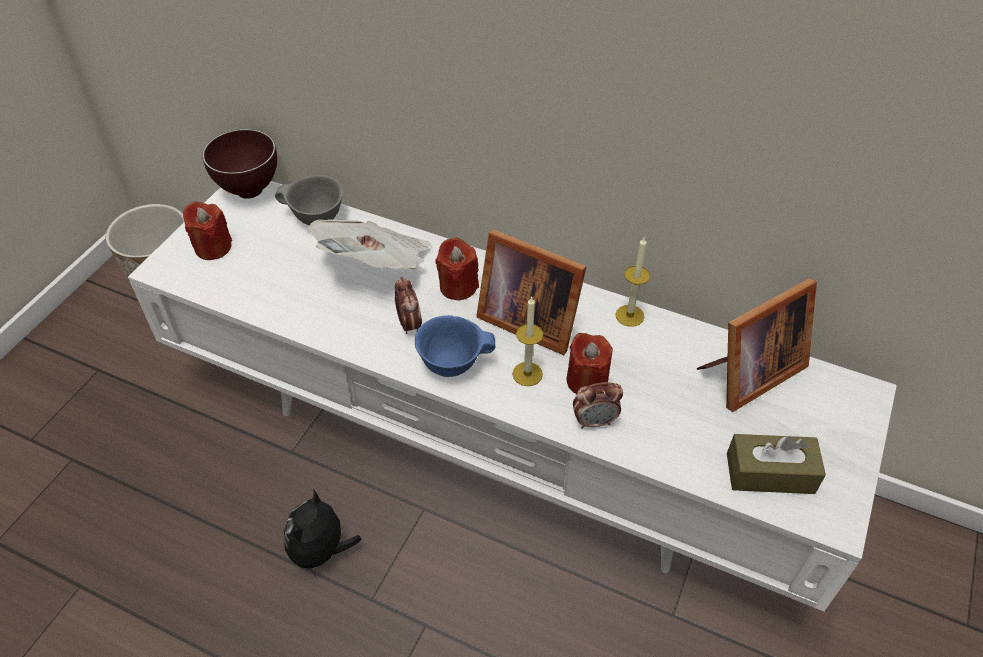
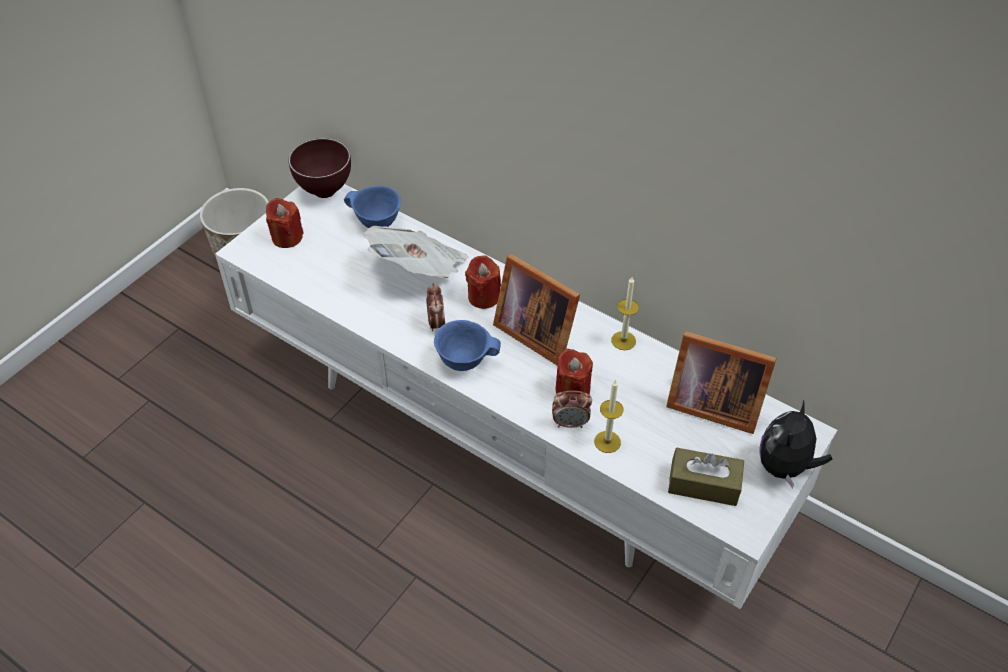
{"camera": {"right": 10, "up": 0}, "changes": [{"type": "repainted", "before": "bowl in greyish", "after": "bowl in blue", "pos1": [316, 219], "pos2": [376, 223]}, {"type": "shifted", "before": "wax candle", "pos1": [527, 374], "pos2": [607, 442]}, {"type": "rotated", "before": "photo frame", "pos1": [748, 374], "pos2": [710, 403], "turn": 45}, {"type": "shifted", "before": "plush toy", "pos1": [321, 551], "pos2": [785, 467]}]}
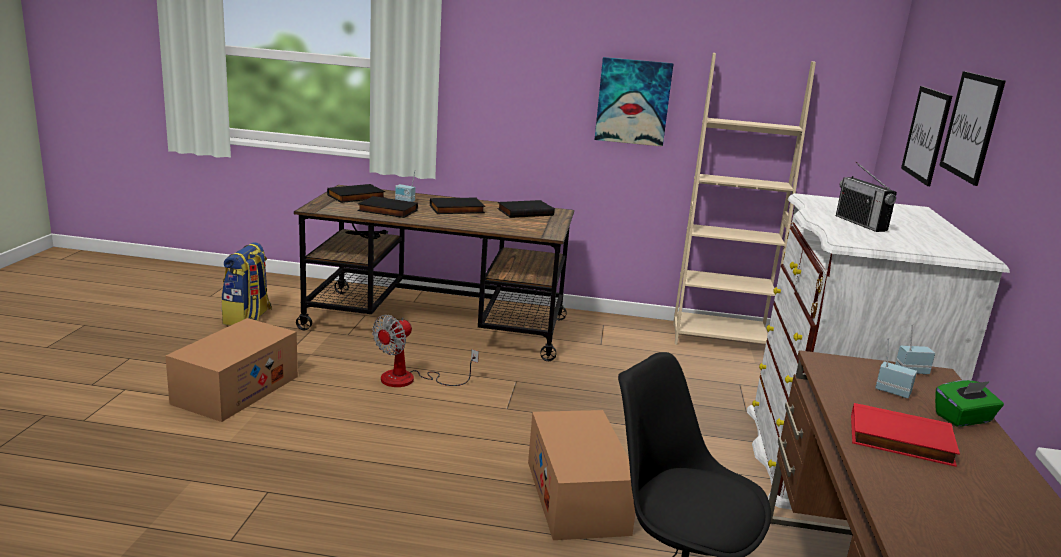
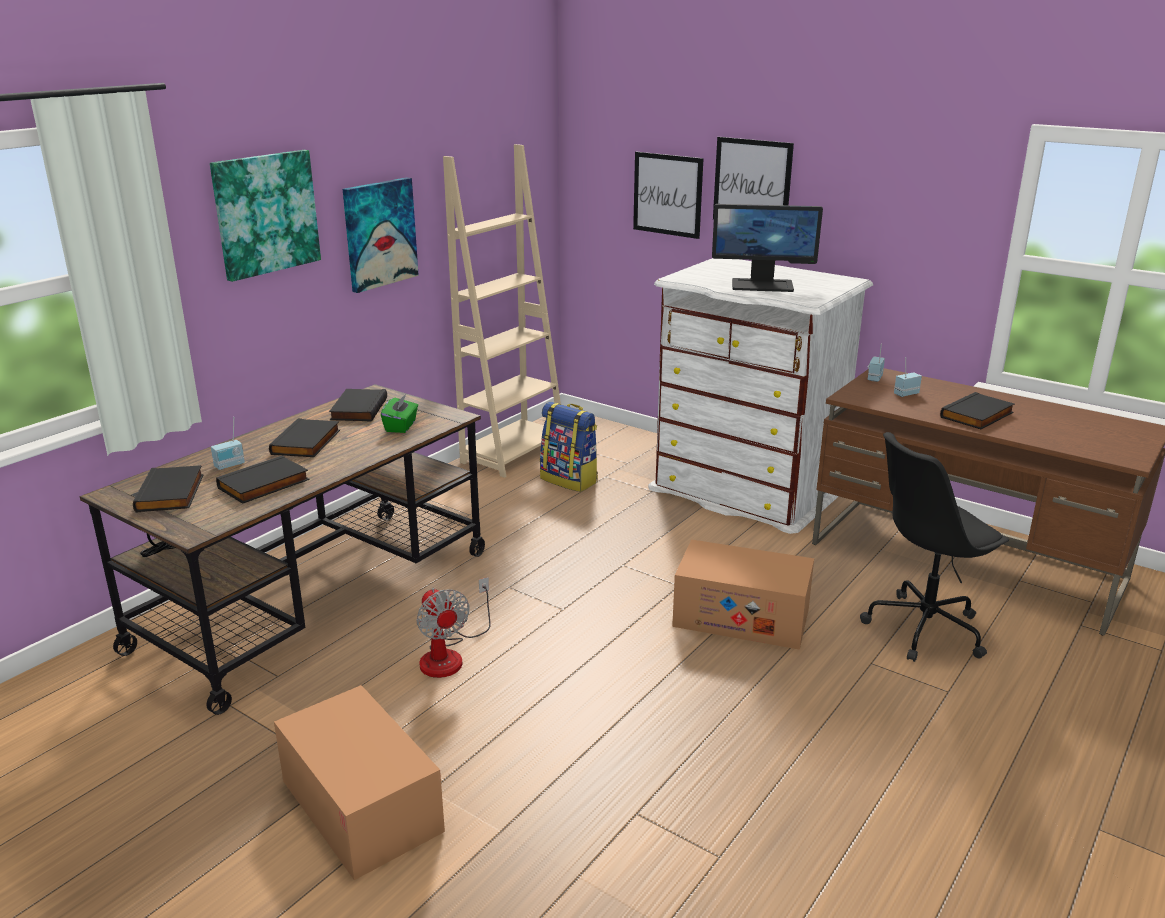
{"camera": {"right": -60, "up": 5}, "changes": [{"type": "new", "after": "wall art", "pos2": [265, 213]}, {"type": "shifted", "before": "tissue holder in green", "pos1": [963, 418], "pos2": [401, 426]}, {"type": "shifted", "before": "backpack", "pos1": [248, 318], "pos2": [570, 480]}, {"type": "swapped", "before": "radio set", "after": "computer screen", "pos1": [861, 223], "pos2": [762, 285]}, {"type": "repainted", "before": "bound book in red", "after": "bound book in blackish", "pos1": [900, 441], "pos2": [978, 416]}]}
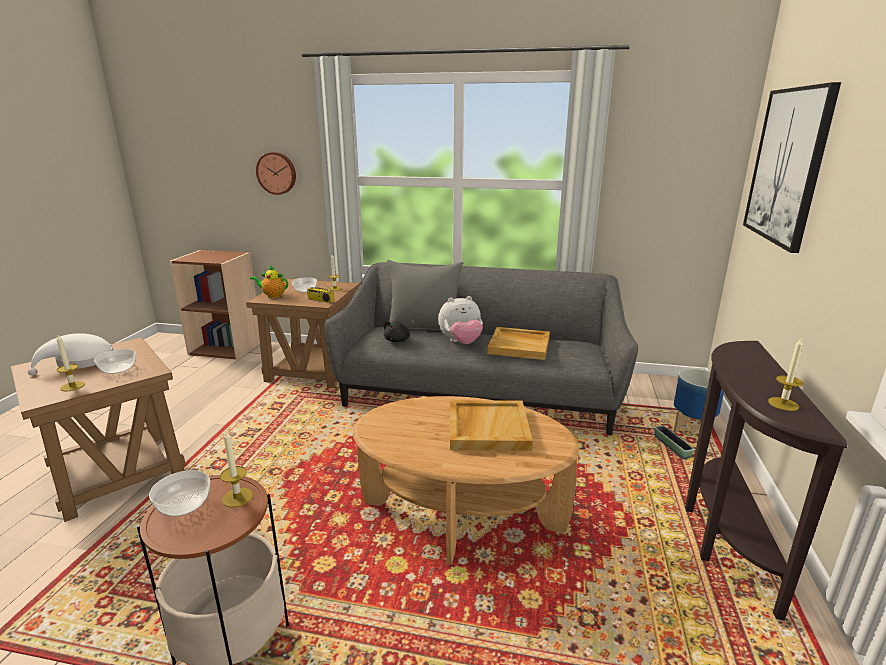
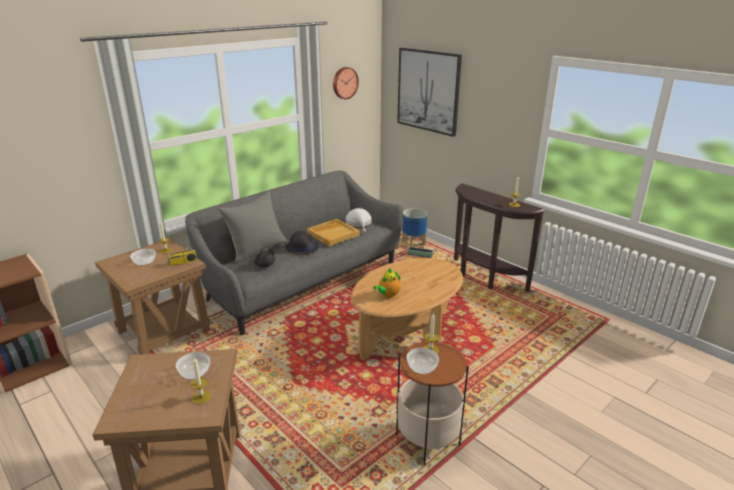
{"camera": {"right": -55, "up": 5}, "changes": [{"type": "swapped", "before": "plush toy", "after": "wearable hat in blackish", "pos1": [461, 342], "pos2": [302, 247]}, {"type": "shifted", "before": "clock on the wall", "pos1": [277, 173], "pos2": [344, 83]}, {"type": "shifted", "before": "wearable hat in white-coloured", "pos1": [81, 362], "pos2": [359, 223]}, {"type": "shifted", "before": "tea pot", "pos1": [272, 296], "pos2": [388, 295]}, {"type": "gone", "before": "serving tray in beige", "pos1": [487, 428]}]}
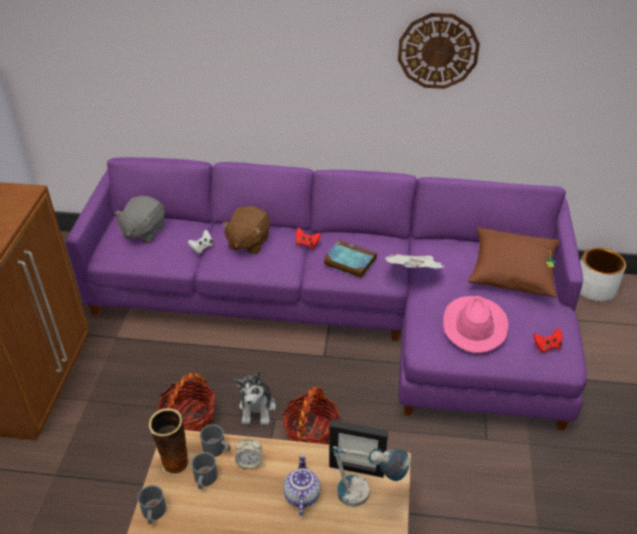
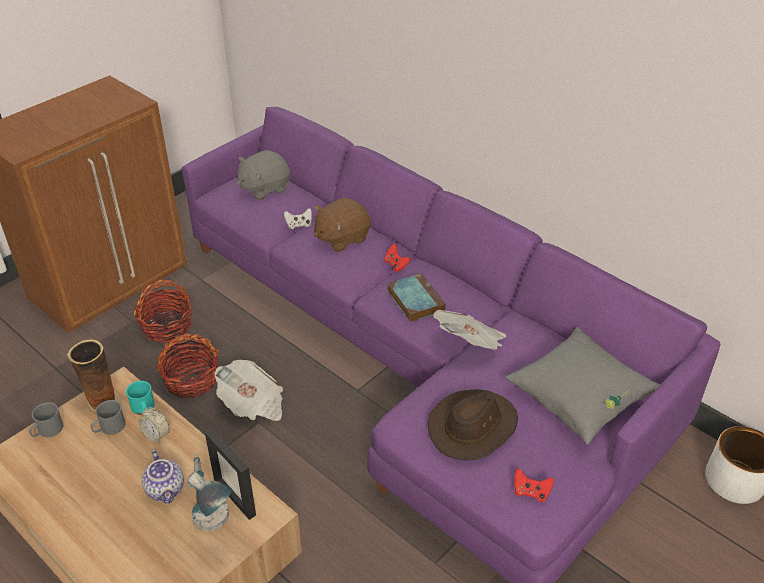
{"camera": {"right": 35, "up": 0}, "changes": [{"type": "repainted", "before": "mug in greyish", "after": "mug in turquoise-coloured", "pos1": [217, 449], "pos2": [144, 409]}, {"type": "shifted", "before": "storage basket", "pos1": [311, 432], "pos2": [167, 326]}, {"type": "rotated", "before": "tea pot", "pos1": [301, 495], "pos2": [166, 489], "turn": 120}, {"type": "swapped", "before": "plush toy", "after": "daily paper", "pos1": [257, 408], "pos2": [253, 404]}, {"type": "repainted", "before": "wearable hat in pinkish", "after": "wearable hat in brownish", "pos1": [474, 325], "pos2": [473, 426]}, {"type": "repainted", "before": "pillow in brownish", "after": "pillow in greyish", "pos1": [512, 273], "pos2": [578, 397]}, {"type": "gone", "before": "clock on the wall", "pos1": [438, 51]}]}
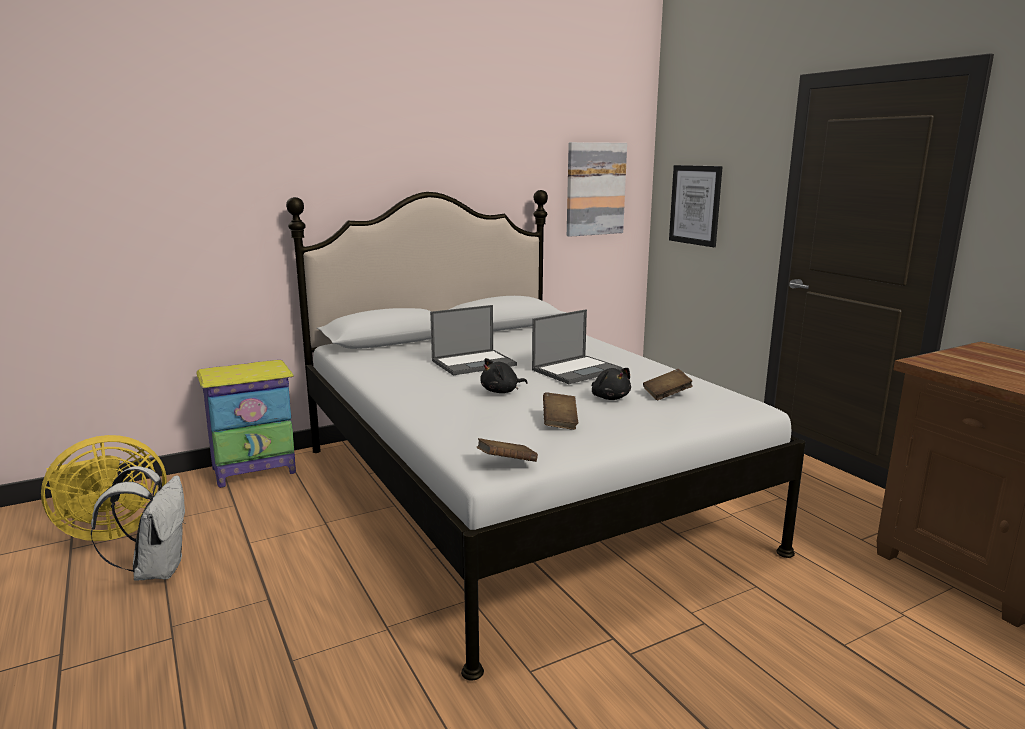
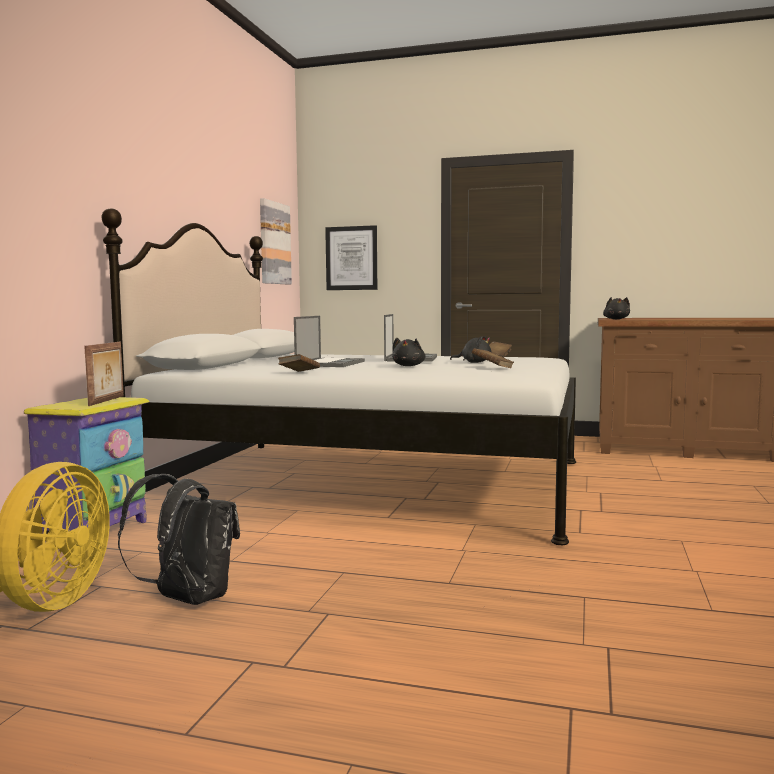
{"camera": {"right": -45, "up": -10}, "changes": [{"type": "new", "after": "photo frame", "pos2": [108, 400]}, {"type": "repainted", "before": "backpack in white-coloured", "after": "backpack in blackish", "pos1": [156, 569], "pos2": [187, 599]}, {"type": "shifted", "before": "bound book in brownish", "pos1": [506, 463], "pos2": [299, 373]}, {"type": "new", "after": "plush toy in blackish", "pos2": [616, 319]}]}
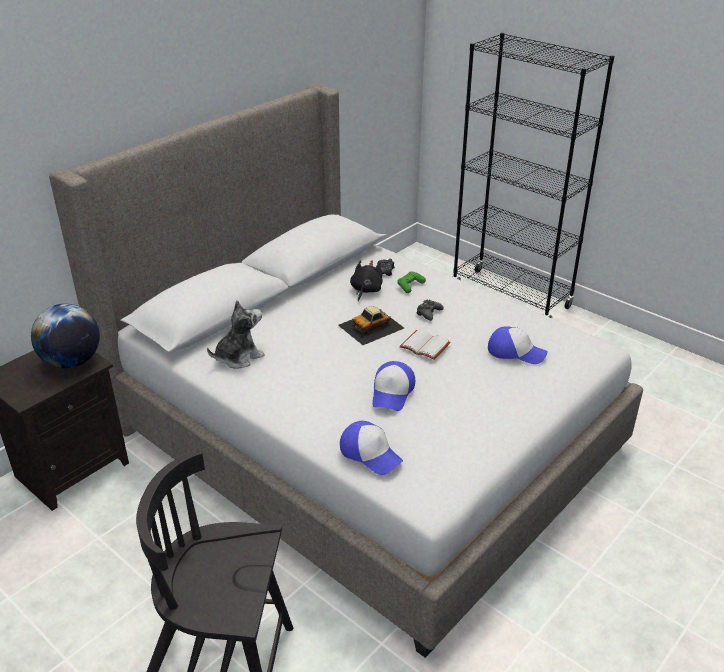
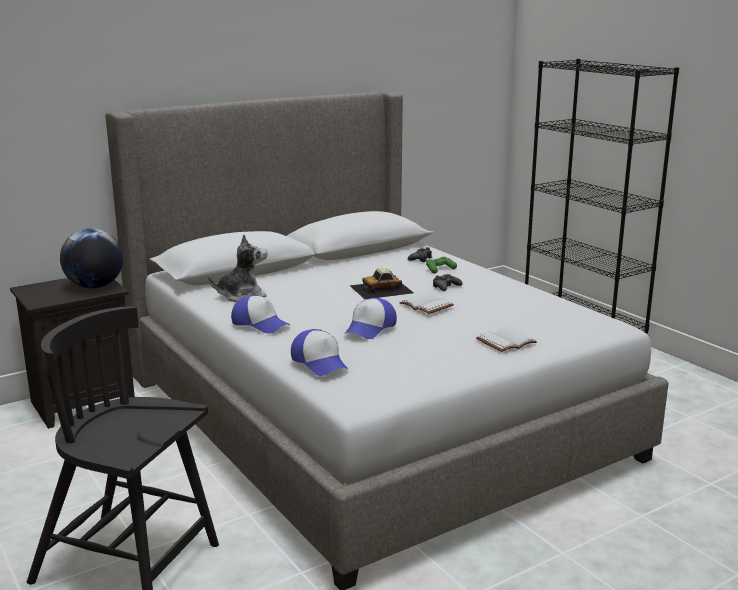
{"camera": {"right": 15, "up": -15}, "changes": [{"type": "shifted", "before": "peaked cap", "pos1": [515, 352], "pos2": [260, 324]}, {"type": "new", "after": "bound book in white-coloured", "pos2": [505, 341]}, {"type": "gone", "before": "plush toy in blackish", "pos1": [365, 290]}]}
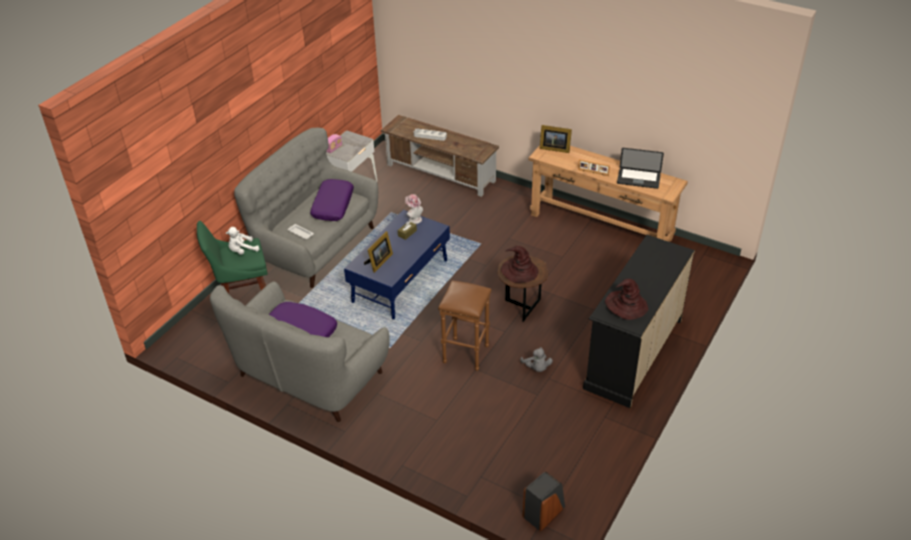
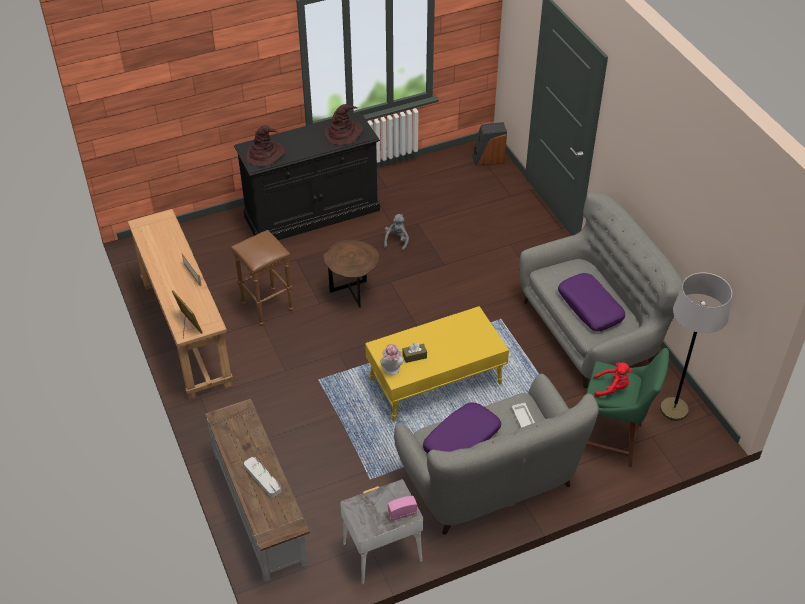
{"camera": {"right": -145, "up": 5}, "changes": [{"type": "shifted", "before": "sitting stool in brownish", "pos1": [467, 353], "pos2": [266, 307]}, {"type": "shifted", "before": "wearable hat in brownish", "pos1": [519, 271], "pos2": [265, 154]}, {"type": "repainted", "before": "lounge table in blue", "after": "lounge table in yellowish", "pos1": [400, 280], "pos2": [435, 382]}, {"type": "repainted", "before": "plush toy in white-coloured", "after": "plush toy in red", "pos1": [242, 251], "pos2": [612, 388]}, {"type": "new", "after": "standard lamp in greyish", "pos2": [674, 409]}, {"type": "gone", "before": "photo frame", "pos1": [379, 262]}, {"type": "gone", "before": "notebook computer", "pos1": [638, 179]}]}
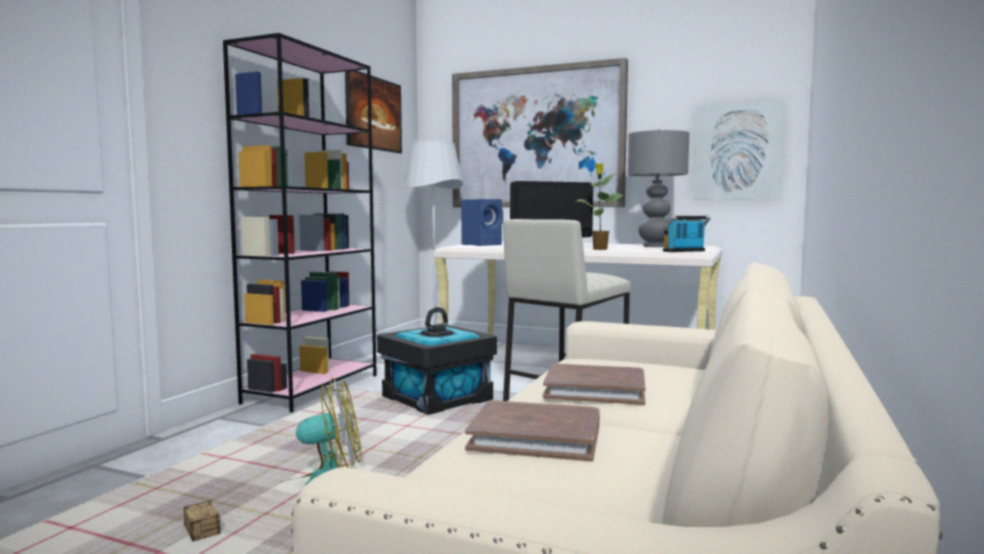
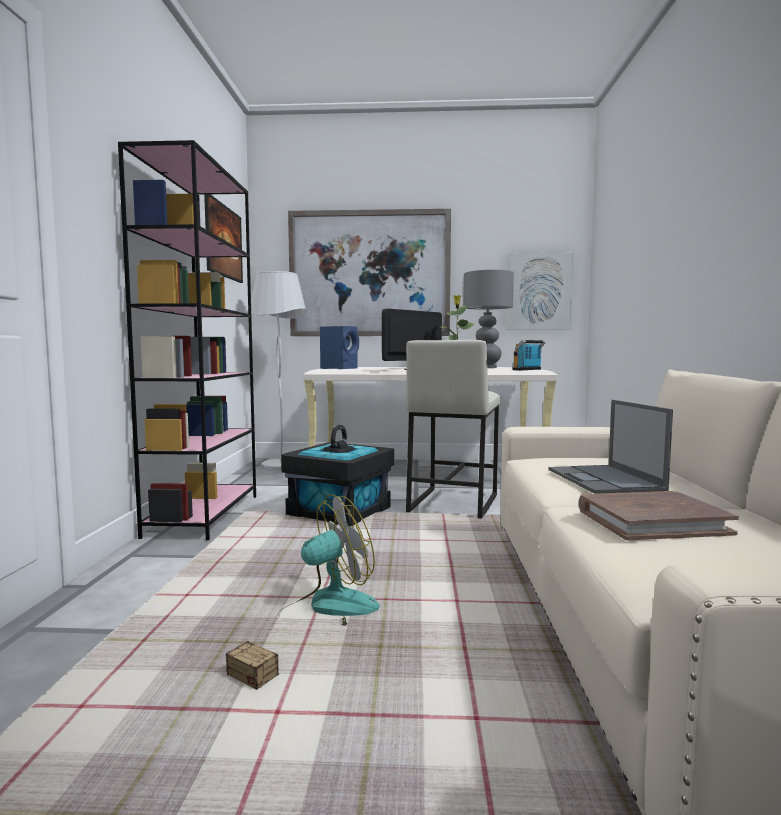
{"camera": {"right": -20, "up": 0}, "changes": [{"type": "swapped", "before": "bound book in brownish", "after": "notebook computer", "pos1": [595, 389], "pos2": [605, 480]}]}
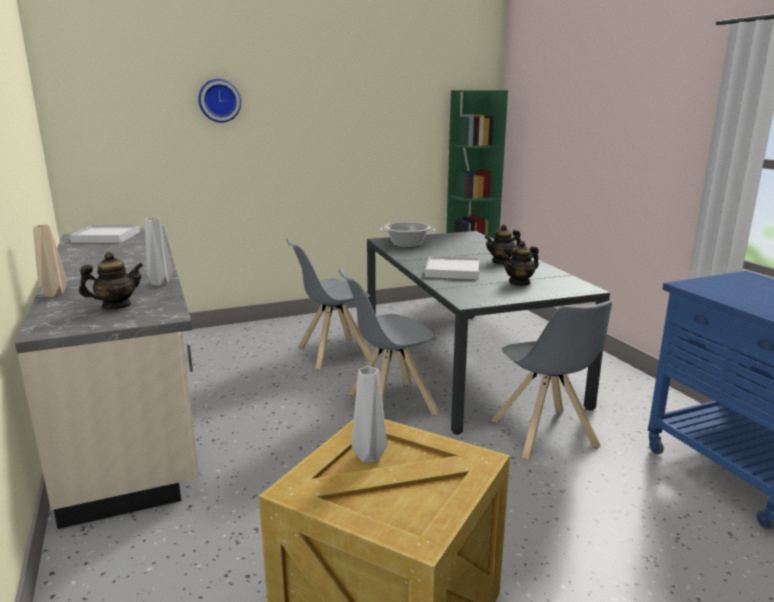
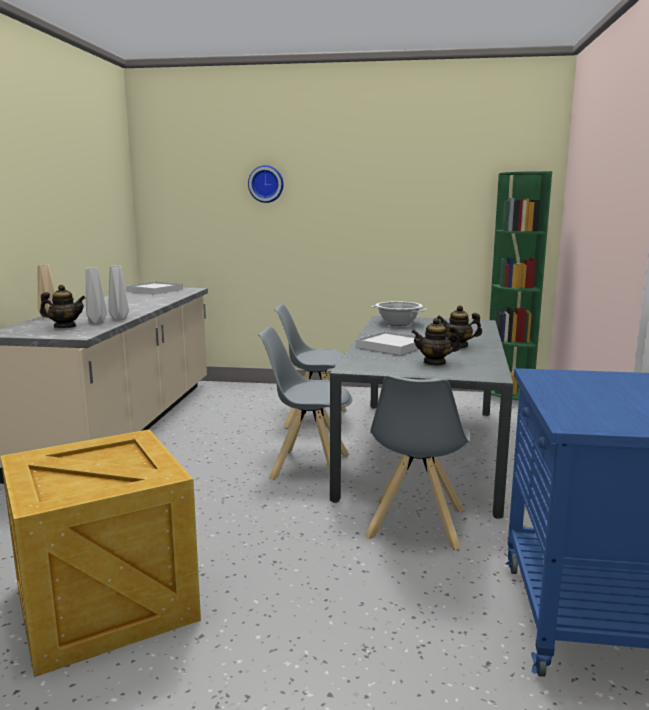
{"camera": {"right": 30, "up": -5}, "changes": [{"type": "shifted", "before": "flower vase in greyish", "pos1": [370, 456], "pos2": [97, 322]}]}
